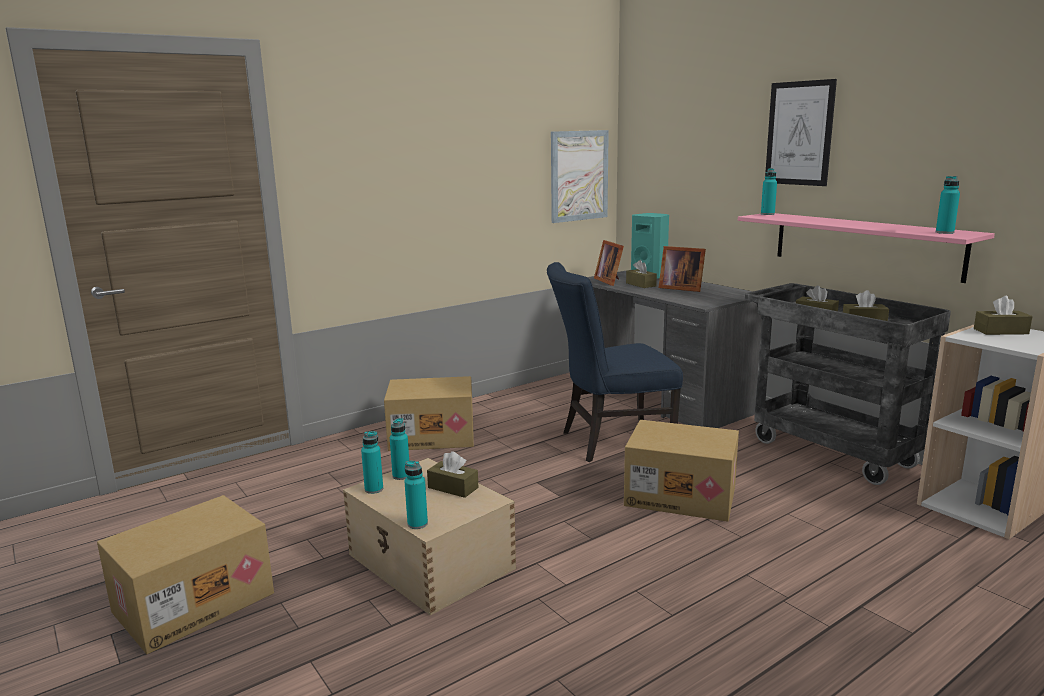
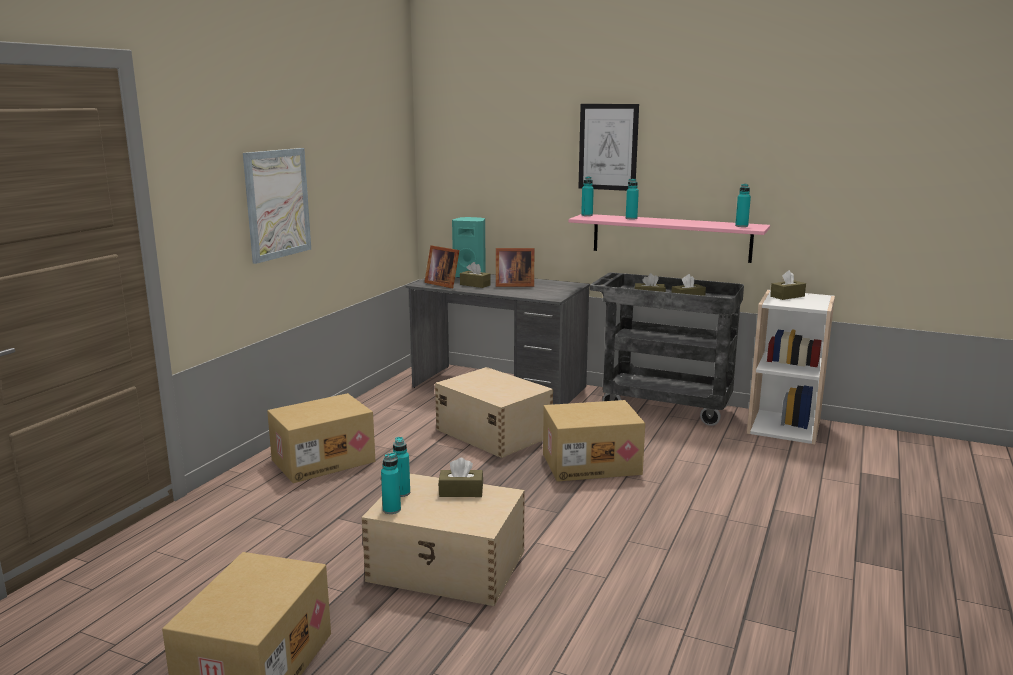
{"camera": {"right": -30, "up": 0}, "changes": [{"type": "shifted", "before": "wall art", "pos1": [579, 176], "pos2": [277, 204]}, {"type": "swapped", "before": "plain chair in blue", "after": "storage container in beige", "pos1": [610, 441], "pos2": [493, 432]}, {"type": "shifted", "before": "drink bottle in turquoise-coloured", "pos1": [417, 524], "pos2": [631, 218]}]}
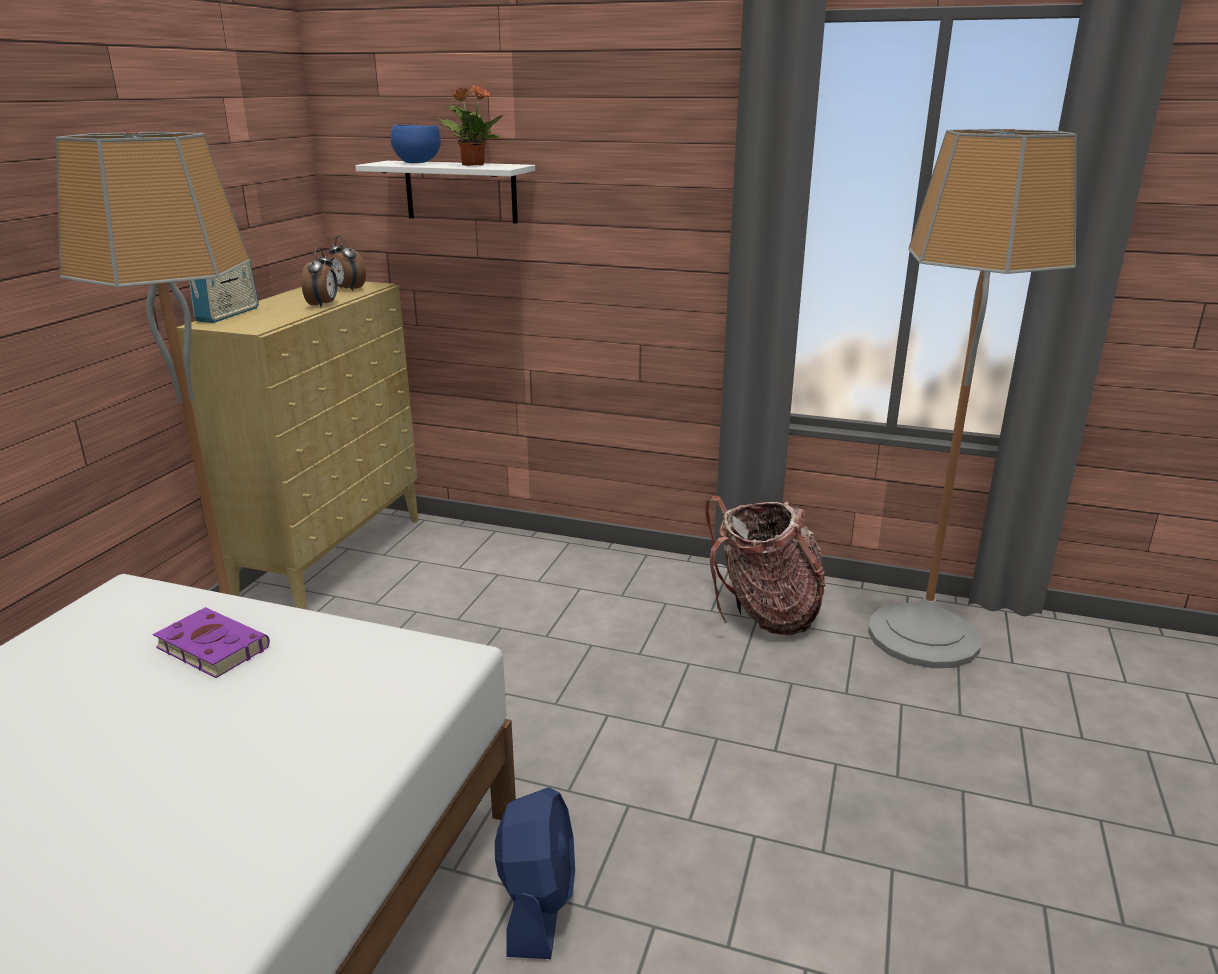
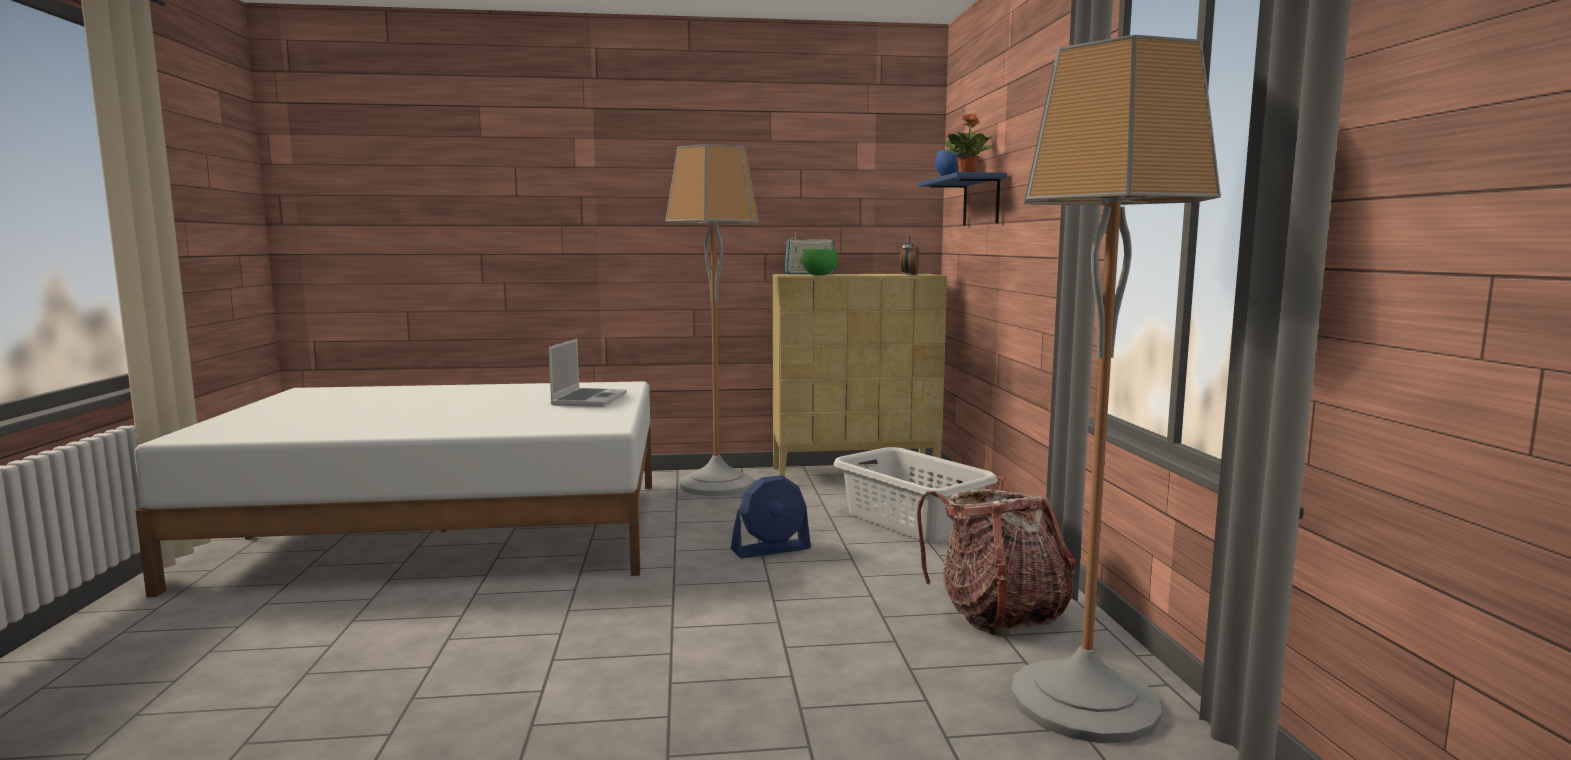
{"camera": {"right": 65, "up": -15}, "changes": [{"type": "swapped", "before": "bound book in purple-coloured", "after": "notebook computer", "pos1": [210, 647], "pos2": [588, 399]}, {"type": "shifted", "before": "electric fan in blue", "pos1": [538, 903], "pos2": [771, 549]}, {"type": "new", "after": "bowl in green", "pos2": [819, 275]}, {"type": "new", "after": "laundry basket in greyish", "pos2": [911, 520]}, {"type": "repainted", "before": "bracket shelf in white-coloured", "after": "bracket shelf in blue", "pos1": [461, 191], "pos2": [981, 201]}, {"type": "gone", "before": "alarm clock", "pos1": [323, 305]}]}
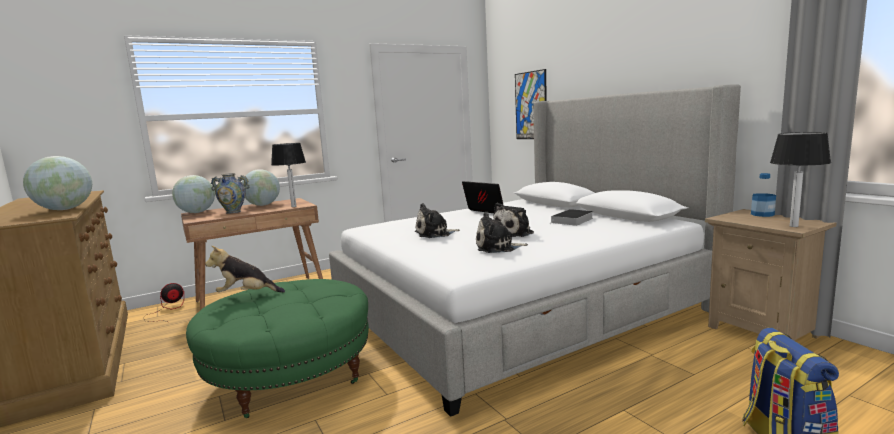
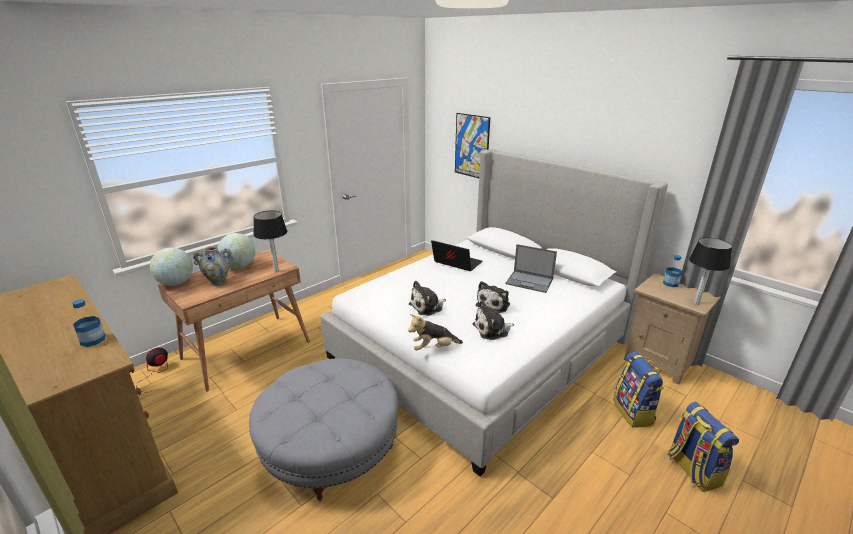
{"camera": {"right": -15, "up": 15}, "changes": [{"type": "swapped", "before": "world globe", "after": "drink bottle", "pos1": [64, 209], "pos2": [93, 340]}, {"type": "repainted", "before": "footrest in green", "after": "footrest in greyish", "pos1": [290, 377], "pos2": [331, 449]}, {"type": "shifted", "before": "plush toy", "pos1": [247, 294], "pos2": [434, 348]}, {"type": "swapped", "before": "bound book", "after": "notebook computer", "pos1": [572, 220], "pos2": [530, 282]}, {"type": "new", "after": "backpack", "pos2": [633, 412]}]}
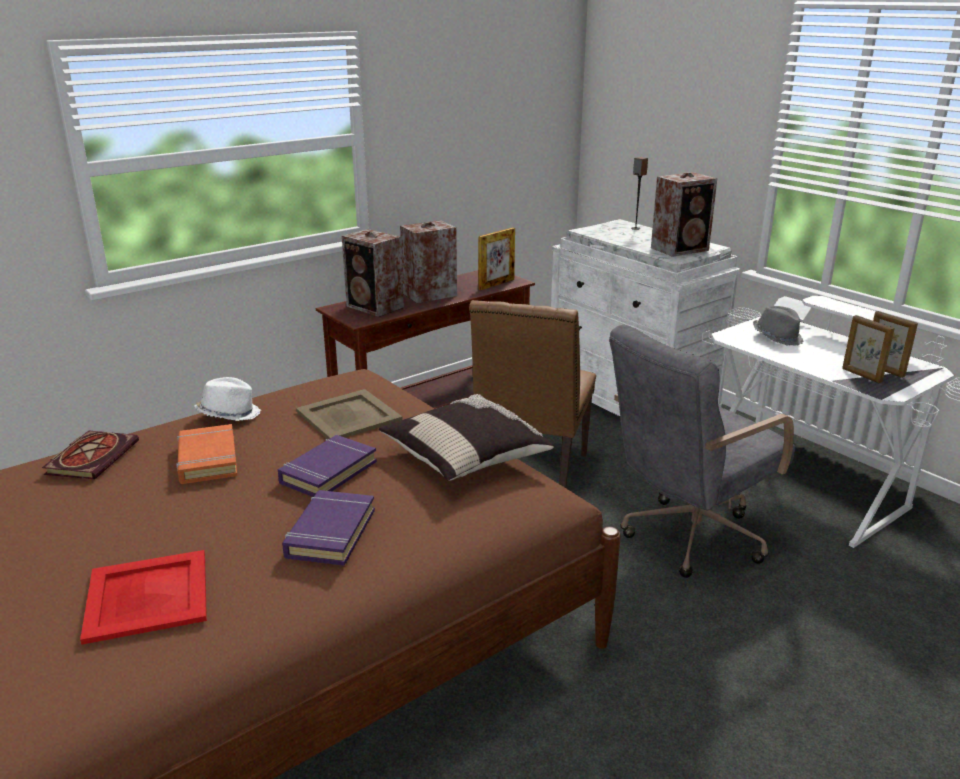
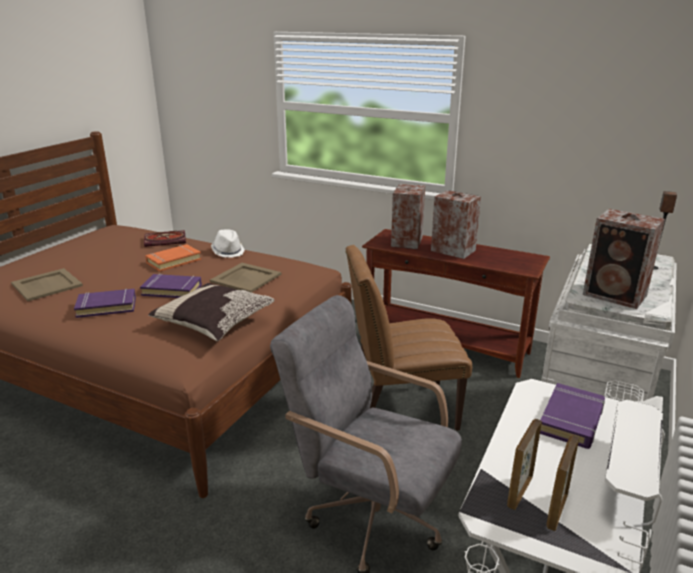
{"camera": {"right": 65, "up": 0}, "changes": [{"type": "repainted", "before": "serving tray in red", "after": "serving tray in beige", "pos1": [146, 597], "pos2": [46, 285]}, {"type": "swapped", "before": "wearable hat in greyish", "after": "bound book in purple-coloured", "pos1": [777, 337], "pos2": [571, 420]}, {"type": "gone", "before": "photo frame", "pos1": [496, 284]}]}
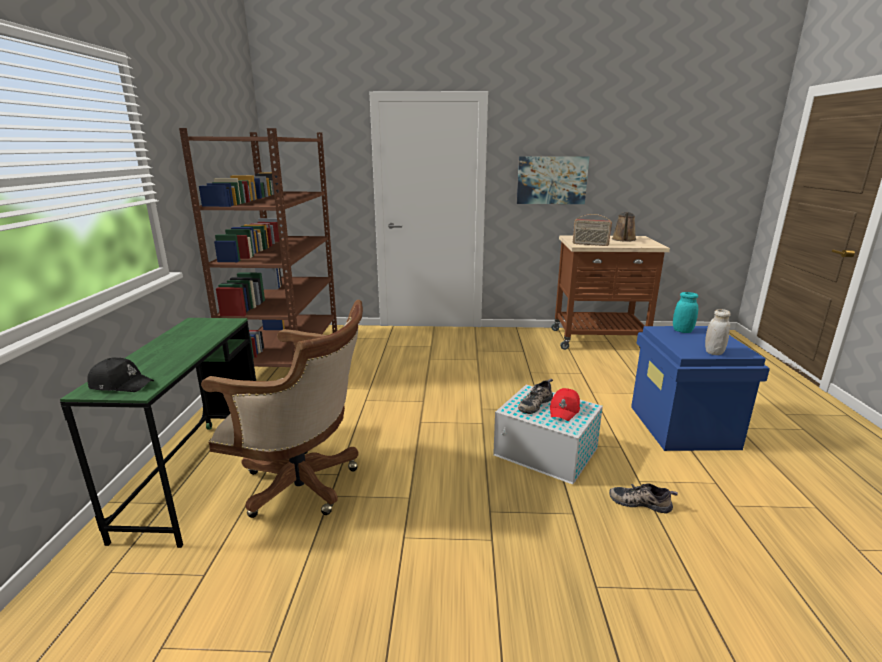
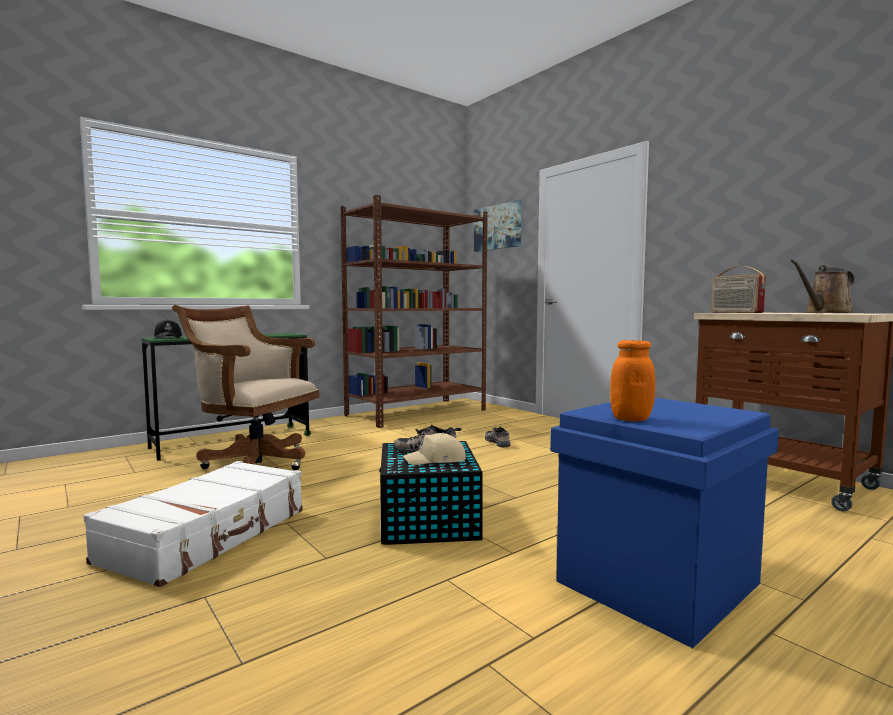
{"camera": {"right": 50, "up": -15}, "changes": [{"type": "new", "after": "piece of luggage in white-coloured", "pos2": [209, 535]}, {"type": "rotated", "before": "computer chair", "pos1": [305, 485], "pos2": [253, 463], "turn": 135}, {"type": "repainted", "before": "storage container in white-coloured", "after": "storage container in blackish", "pos1": [547, 453], "pos2": [427, 520]}, {"type": "repainted", "before": "peaked cap in red", "after": "peaked cap in beige", "pos1": [565, 410], "pos2": [436, 460]}, {"type": "shifted", "before": "wall art", "pos1": [551, 180], "pos2": [497, 227]}, {"type": "shifted", "before": "low shoe", "pos1": [640, 502], "pos2": [498, 442]}, {"type": "repainted", "before": "preserve jar in white-coloured", "after": "preserve jar in orangey", "pos1": [713, 352], "pos2": [631, 419]}, {"type": "gone", "before": "preserve jar in turquoise-coloured", "pos1": [682, 331]}]}
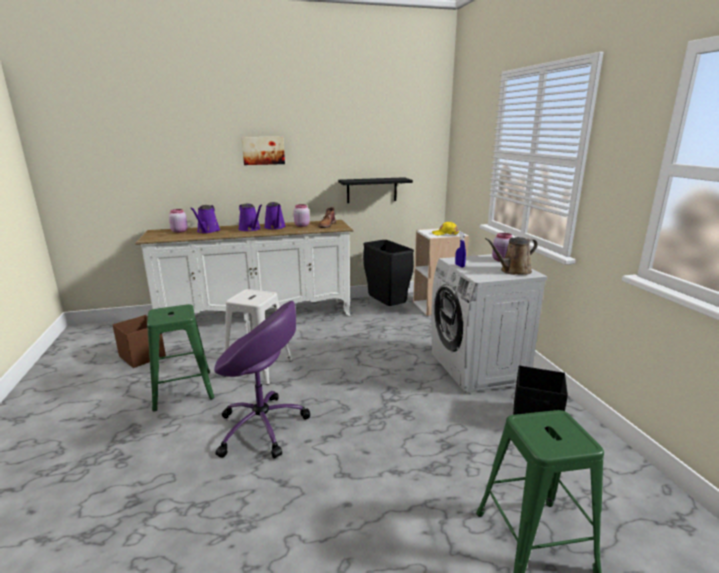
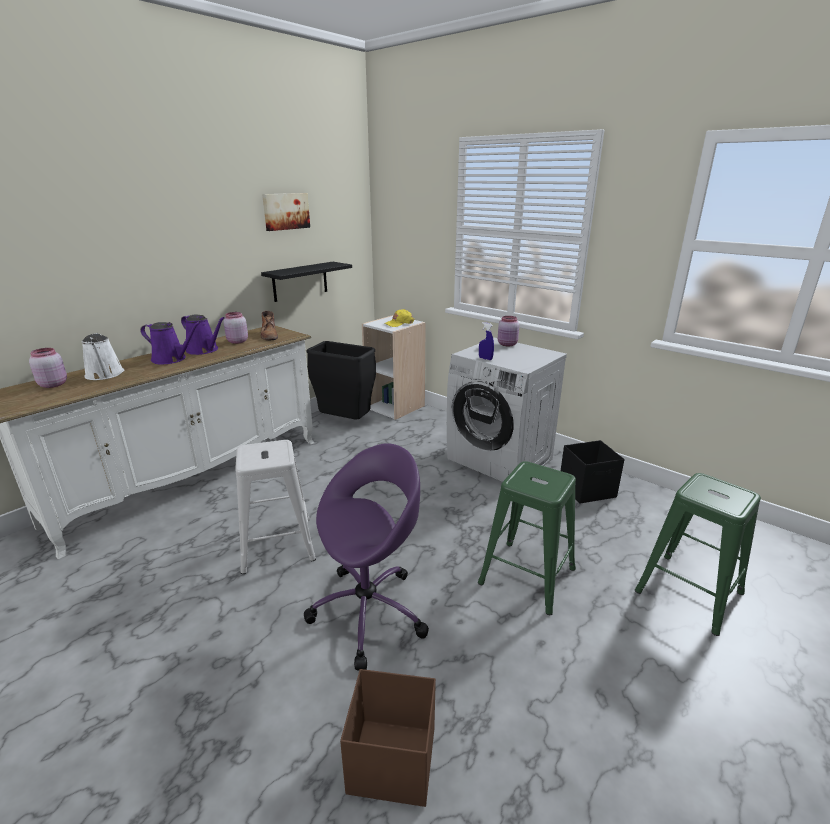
{"camera": {"right": -35, "up": 5}, "changes": [{"type": "repainted", "before": "watering can in purple-coloured", "after": "watering can in white-coloured", "pos1": [207, 231], "pos2": [105, 375]}, {"type": "shifted", "before": "wall art", "pos1": [263, 150], "pos2": [285, 211]}, {"type": "shifted", "before": "storage container in brownish", "pos1": [142, 356], "pos2": [391, 760]}, {"type": "shifted", "before": "sitting stool in green", "pos1": [183, 390], "pos2": [527, 576]}, {"type": "gone", "before": "watering can in brownish", "pos1": [513, 271]}]}
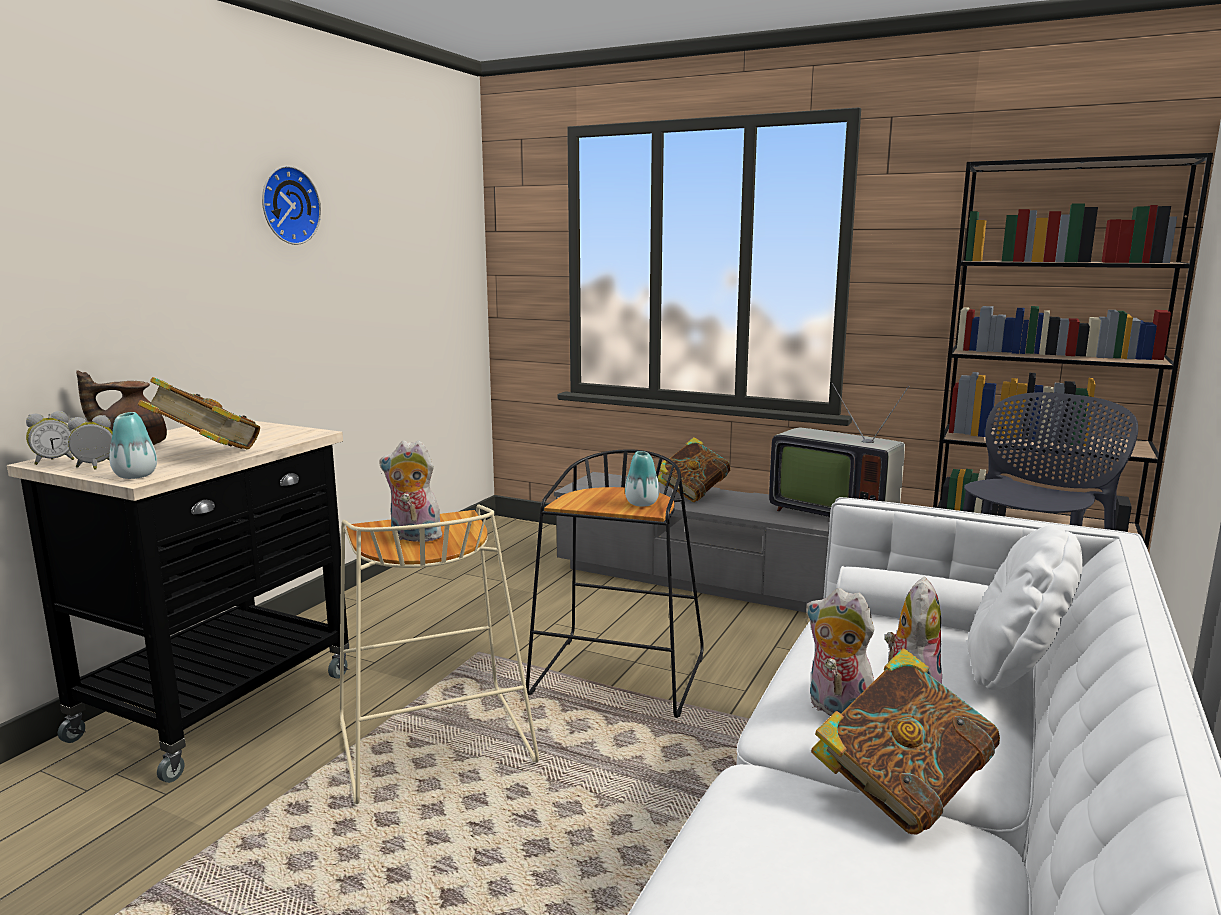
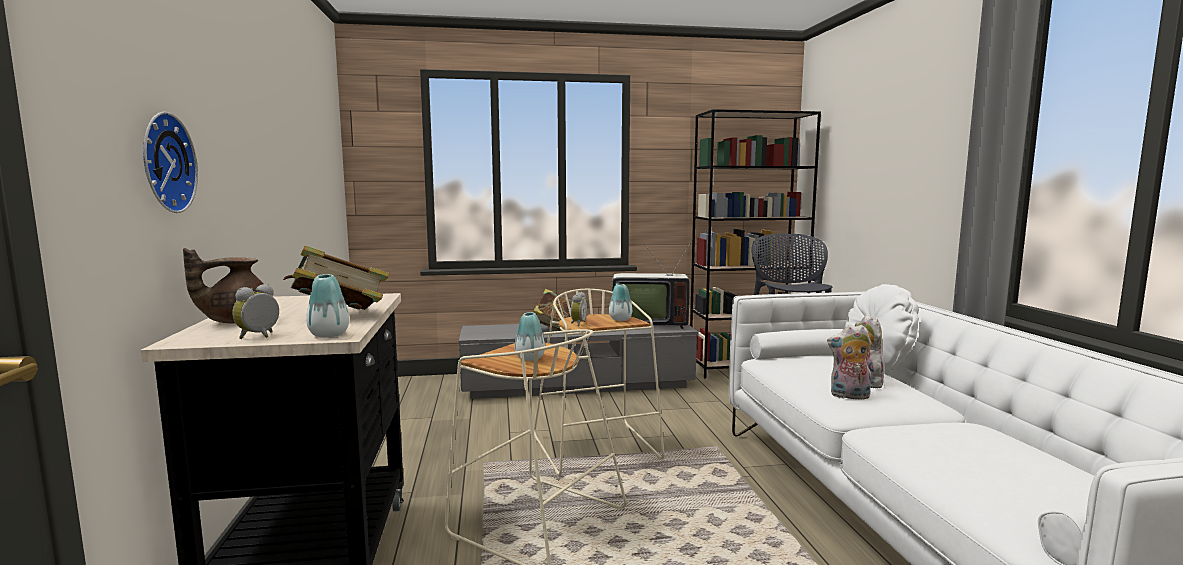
{"camera": {"right": -35, "up": -5}, "changes": [{"type": "shifted", "before": "clock on the wall", "pos1": [287, 205], "pos2": [163, 163]}, {"type": "swapped", "before": "plush toy", "after": "flower vase", "pos1": [413, 537], "pos2": [530, 358]}, {"type": "repainted", "before": "sitting stool in blackish", "after": "sitting stool in beige", "pos1": [620, 678], "pos2": [598, 449]}, {"type": "shifted", "before": "alarm clock", "pos1": [54, 461], "pos2": [577, 323]}, {"type": "gone", "before": "bound book", "pos1": [900, 792]}]}
